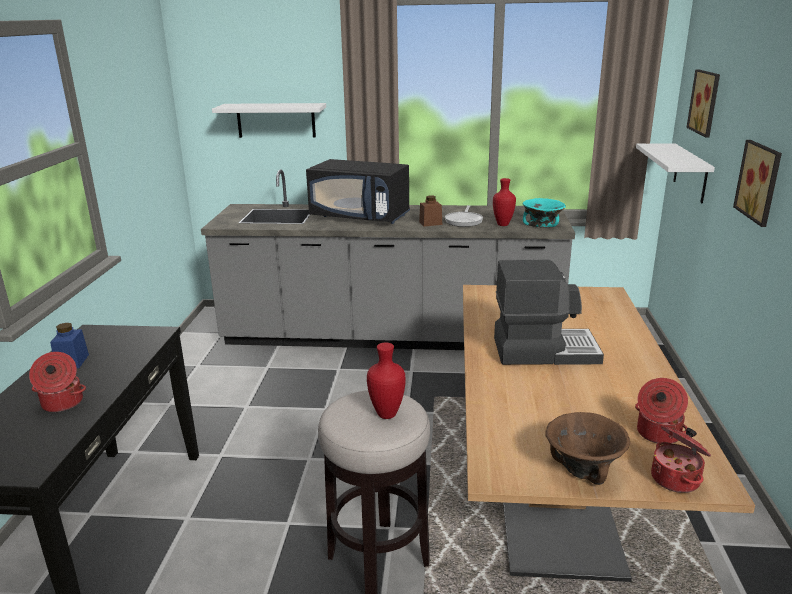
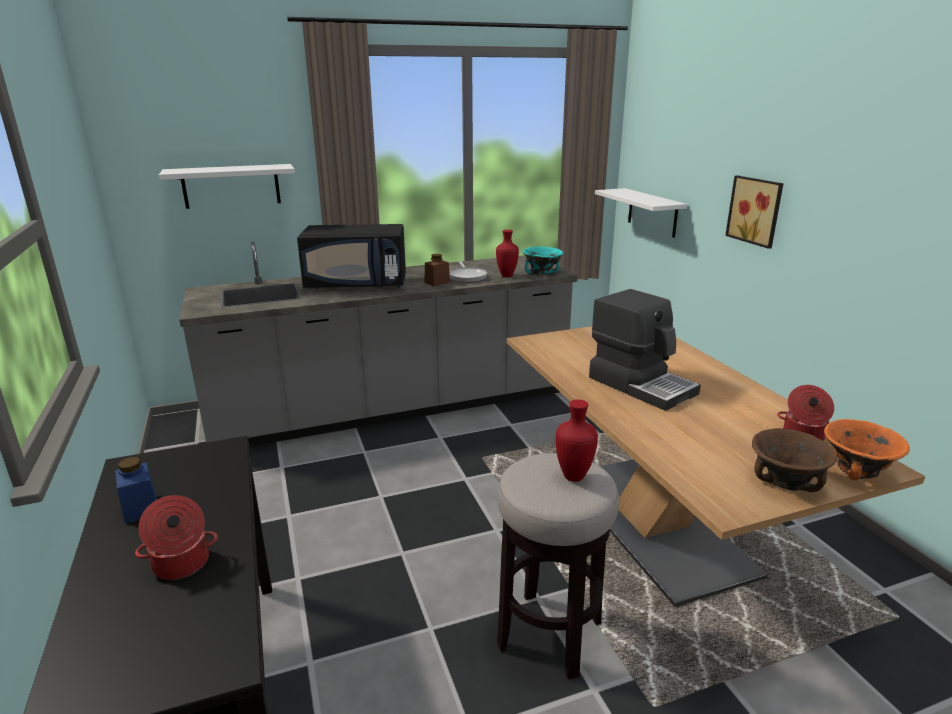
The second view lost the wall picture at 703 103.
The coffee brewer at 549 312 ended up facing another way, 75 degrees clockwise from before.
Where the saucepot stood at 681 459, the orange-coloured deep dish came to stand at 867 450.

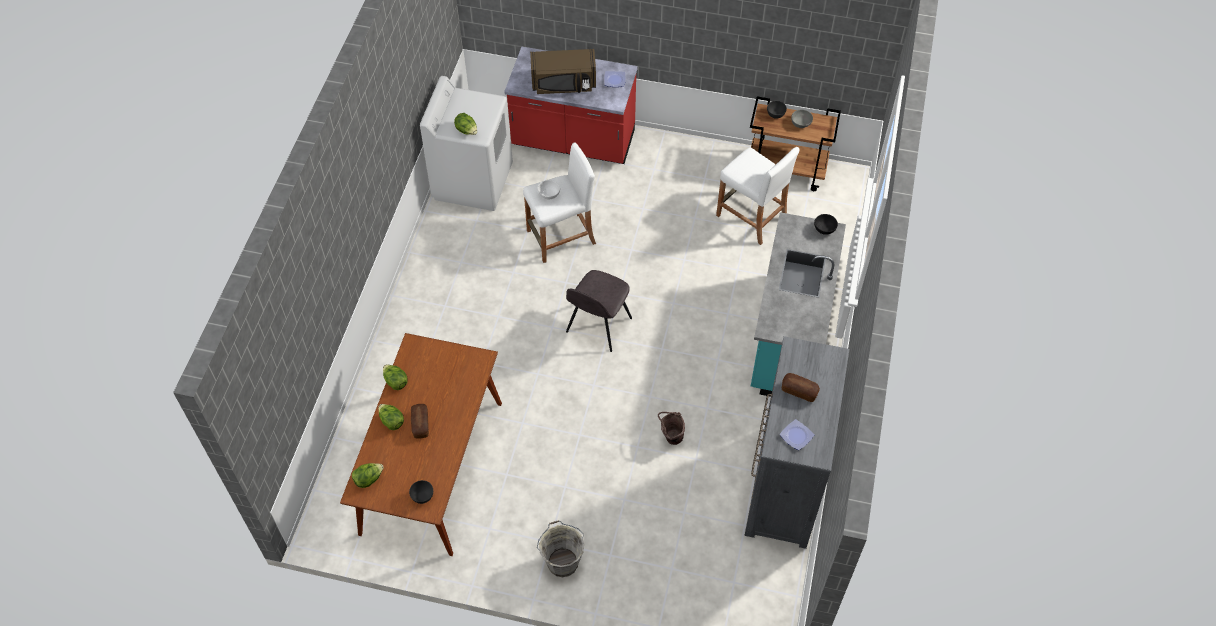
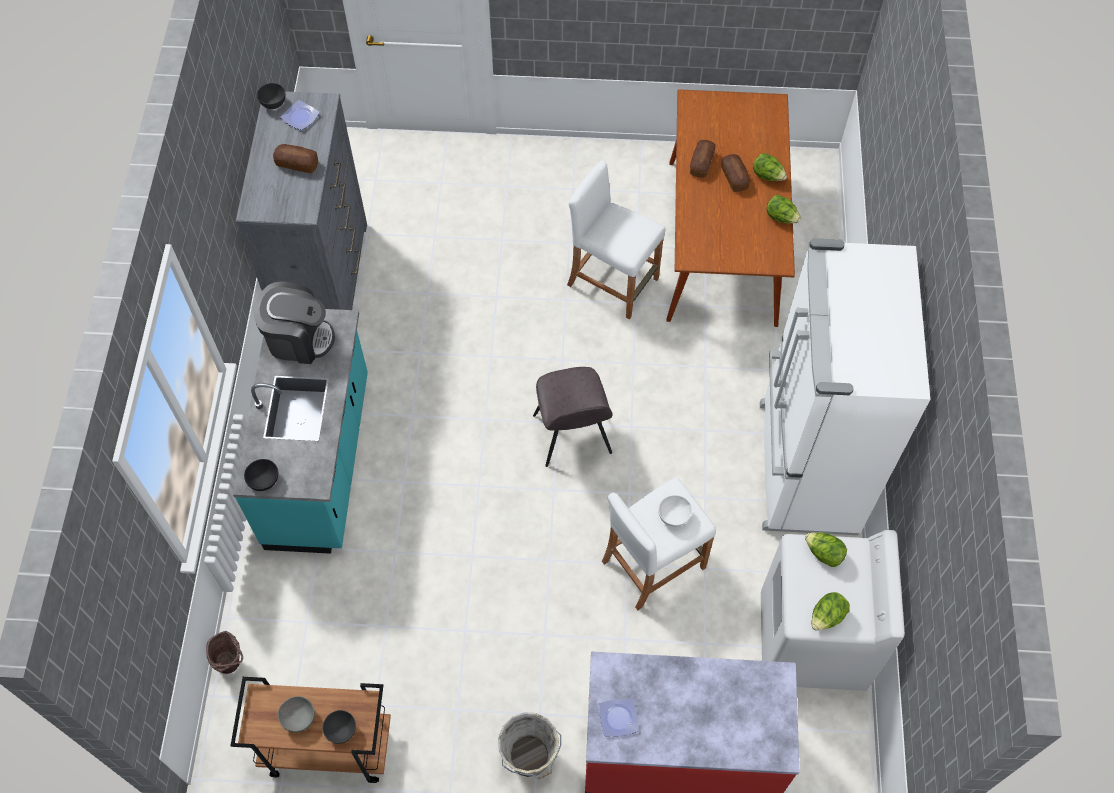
The second view lost the brown-coloured microwave at 563 71.
The white-coloured stool ended up elsewhere, having gone from 758 196 to 616 240.
The grey chair at 599 311 ended up facing another way, 150 degrees clockwise from before.
The brown-coloured water bucket ended up elsewhere, having gone from 671 428 to 224 652.
The lettuce ended up elsewhere, having gone from 368 475 to 830 611.
The grey deep dish ended up elsewhere, having gone from 421 492 to 271 96.
The grey water bucket ended up elsewhere, having gone from 560 548 to 529 746.
The second view gained the bakery bread at 703 159.
The second view gained the white-coloured kitchen fridge at 845 386.
The second view gained the coffee brewer at 294 322.

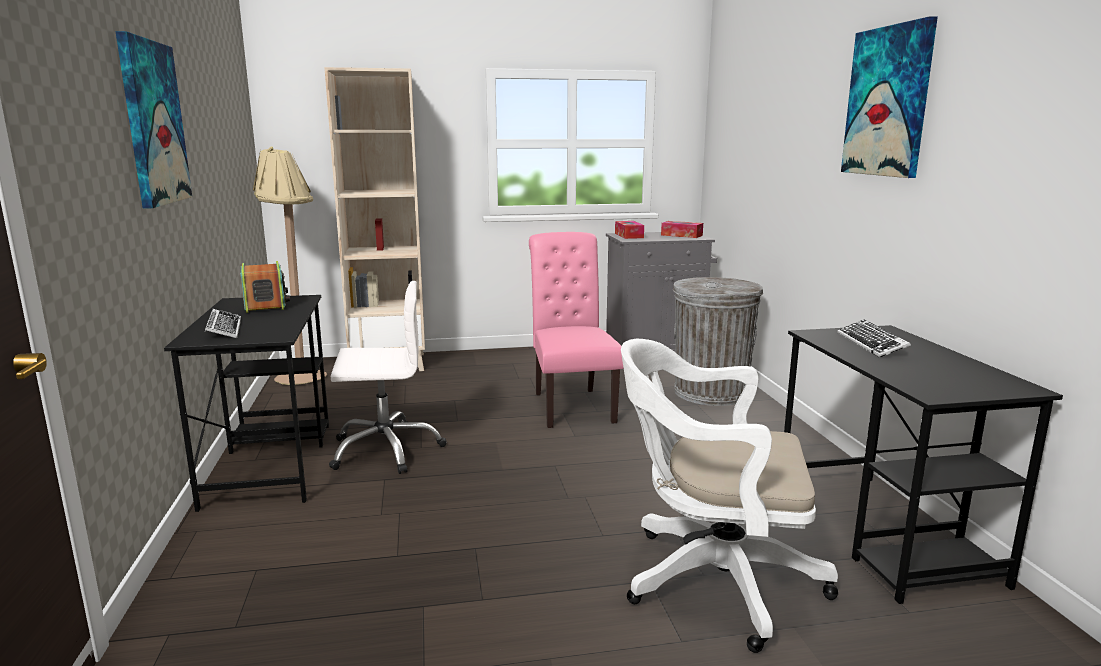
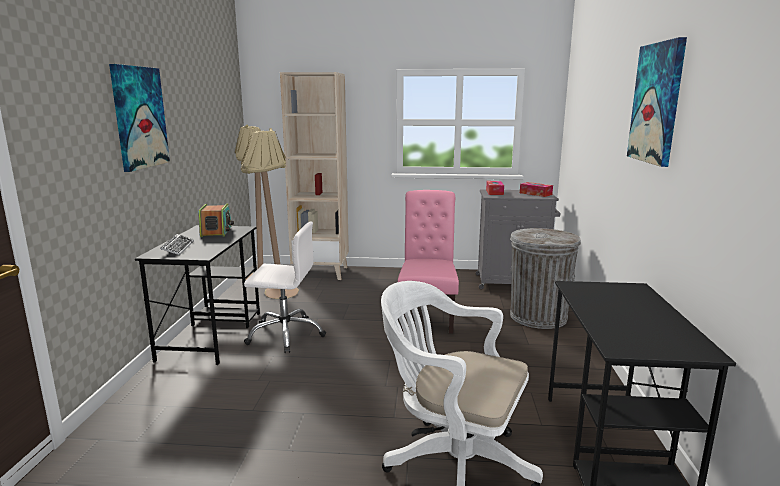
The second view lost the computer keyboard at 874 339.
The second view gained the sand-coloured floor lamp at 270 213.

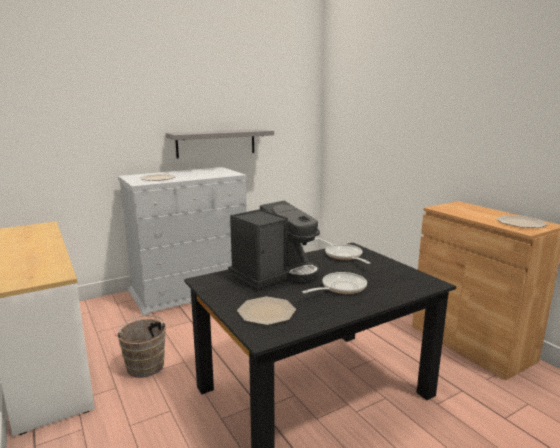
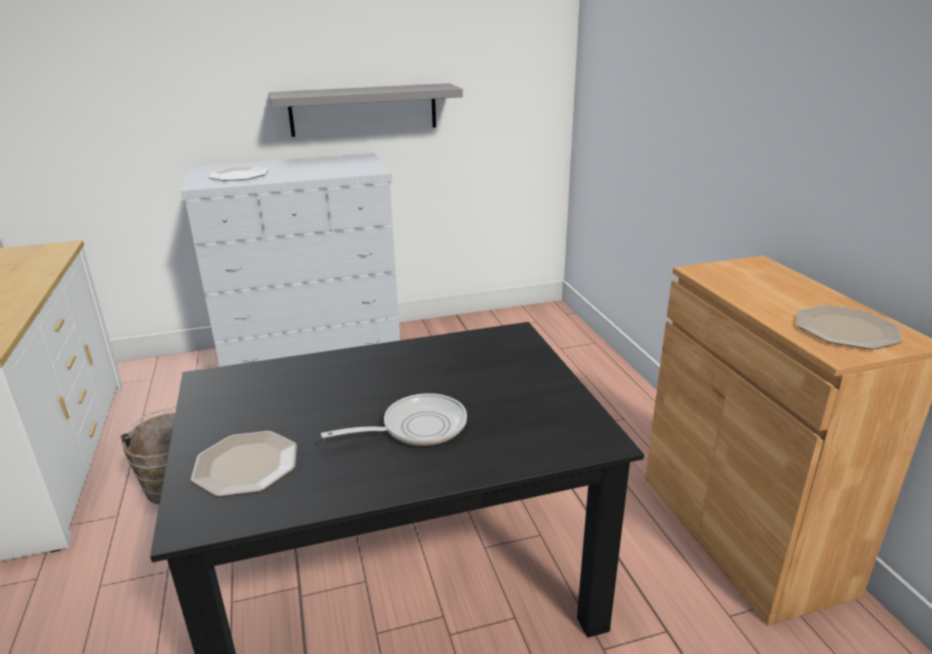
The second view lost the coffee brewer at 274 245.
The second view lost the frying pan at 347 254.

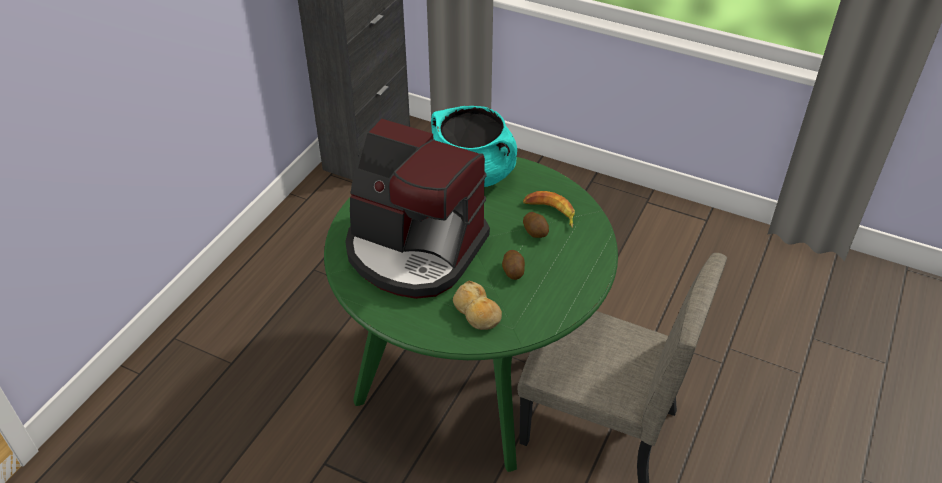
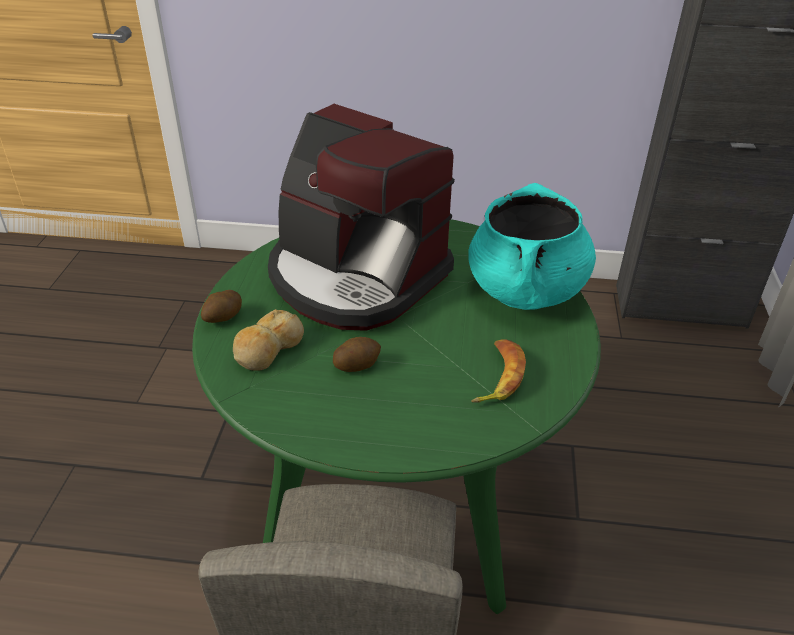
The coffee brewer at 417 209 ended up facing another way, 60 degrees counterclockwise from before.
The potato ended up elsewhere, having gone from 536 225 to 221 306.

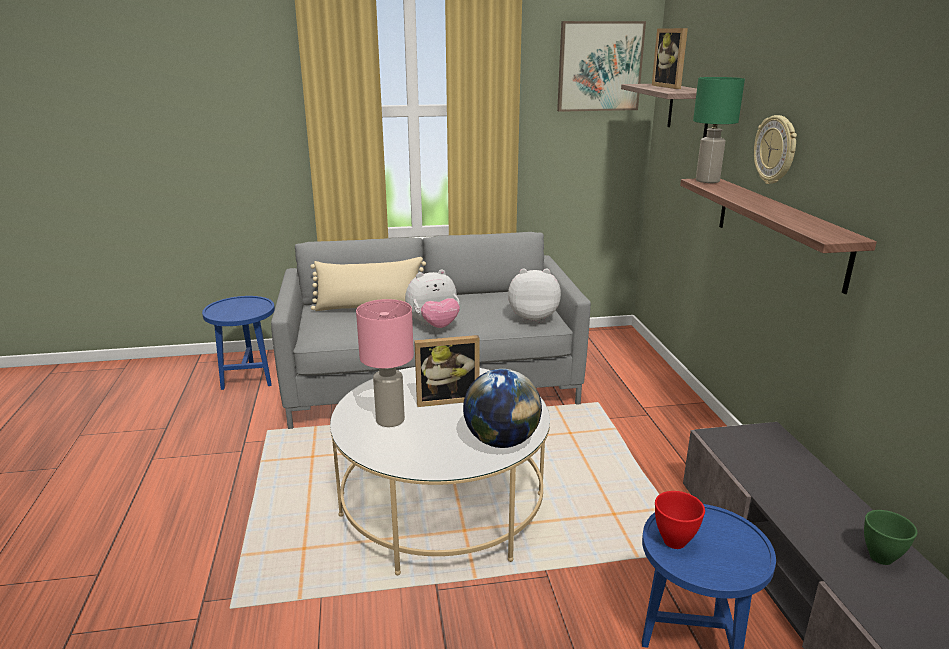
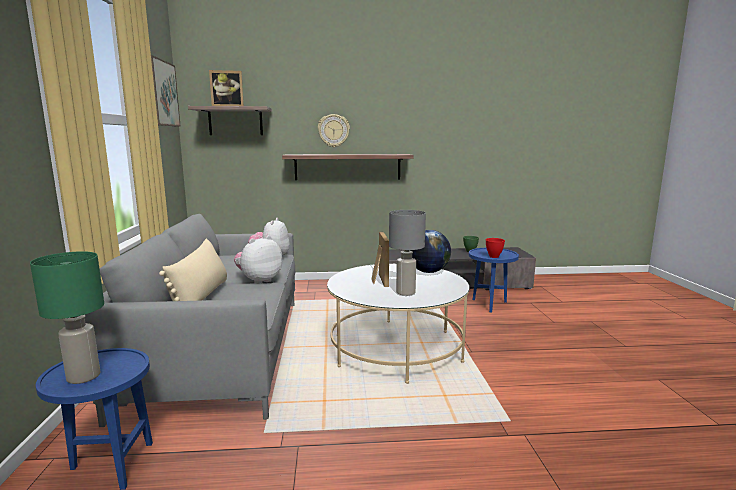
The greenish table lamp ended up elsewhere, having gone from 719 130 to 67 317.
The plush toy at 432 298 ended up facing another way, 120 degrees counterclockwise from before.
What was the pink-coloured table lamp at 385 363 turned into the grey table lamp at 407 253.

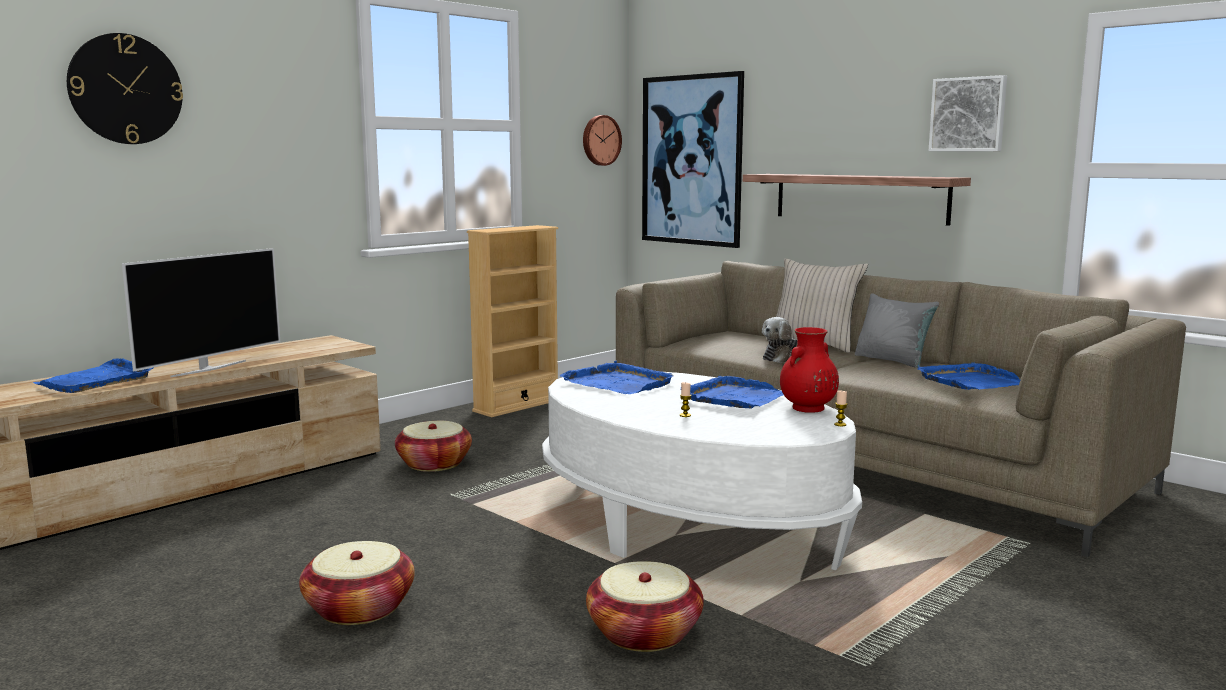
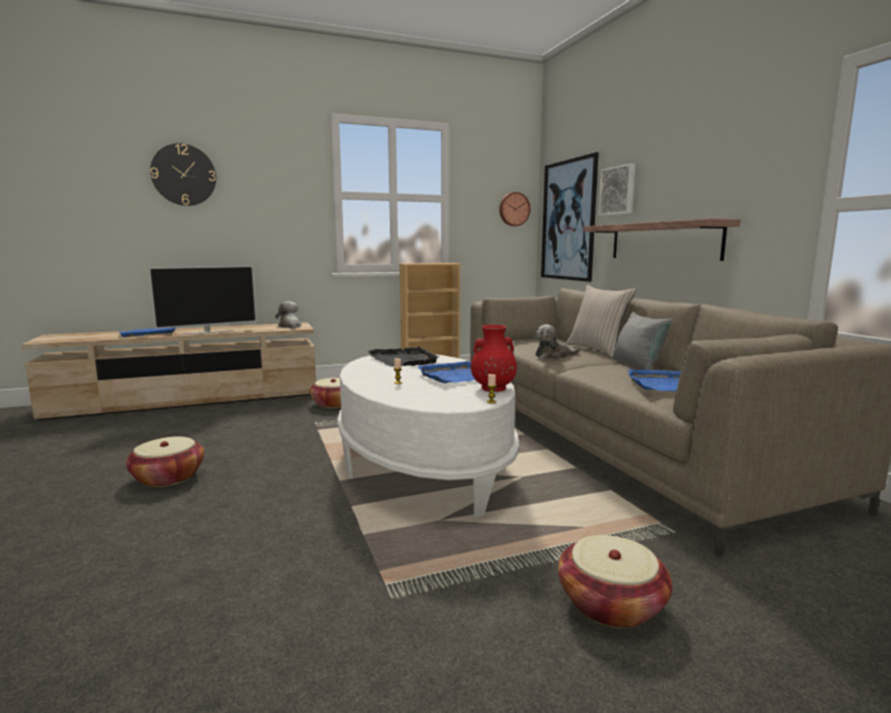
The wall picture ended up elsewhere, having gone from 968 113 to 616 189.
What was the bluish tray at 616 377 turned into the black tray at 403 356.
The household basket ended up elsewhere, having gone from 645 606 to 615 581.
The second view gained the plush toy at 289 314.

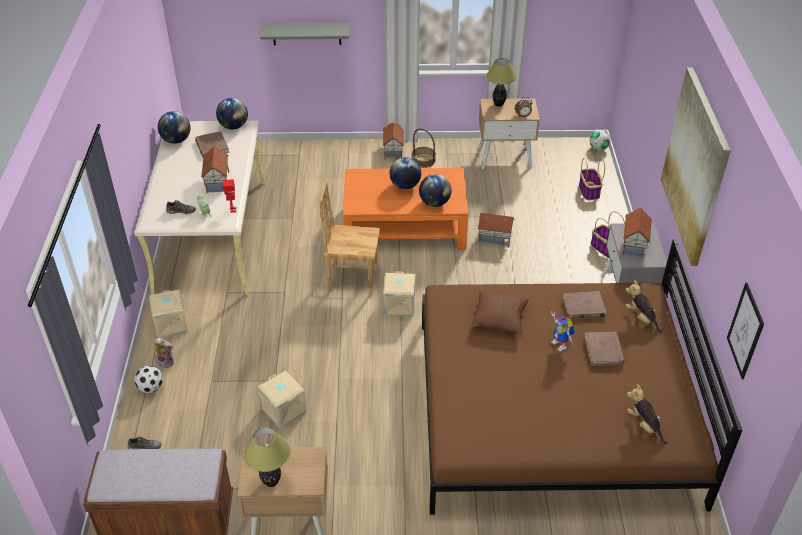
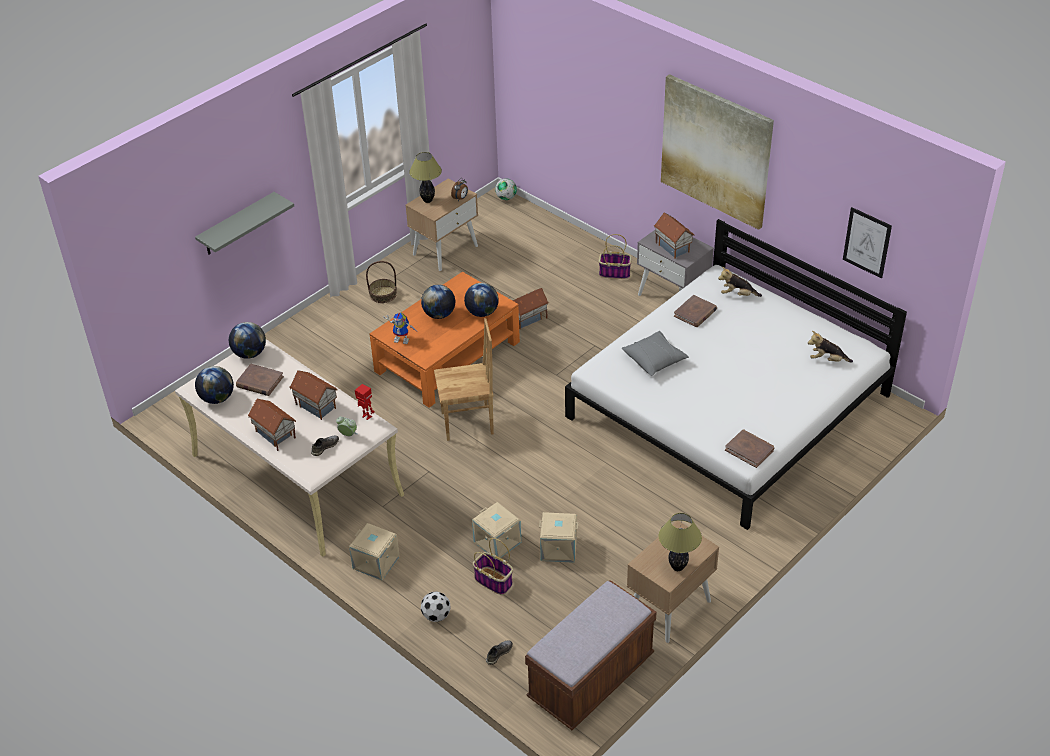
The model house ended up elsewhere, having gone from 393 141 to 272 425.
The household basket ended up elsewhere, having gone from 592 178 to 493 566.
The brown-coloured chair at 350 238 ended up facing another way, 150 degrees counterclockwise from before.
What was the brown-coloured bedroom bed at 582 377 turned into the white-coloured bedroom bed at 736 374.
The sand-coloured storage container ended up elsewhere, having gone from 399 294 to 496 530.
What was the brown-coloured throw pillow at 500 312 turned into the grey throw pillow at 655 353.
The model robot ended up elsewhere, having gone from 563 331 to 399 328.
The brown-coloured bound book ended up elsewhere, having gone from 604 349 to 749 448.
The second view lost the plush toy at 163 353.

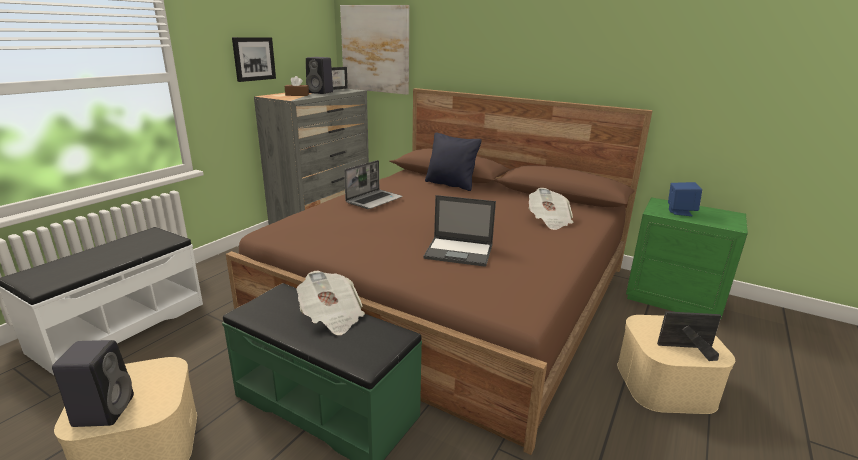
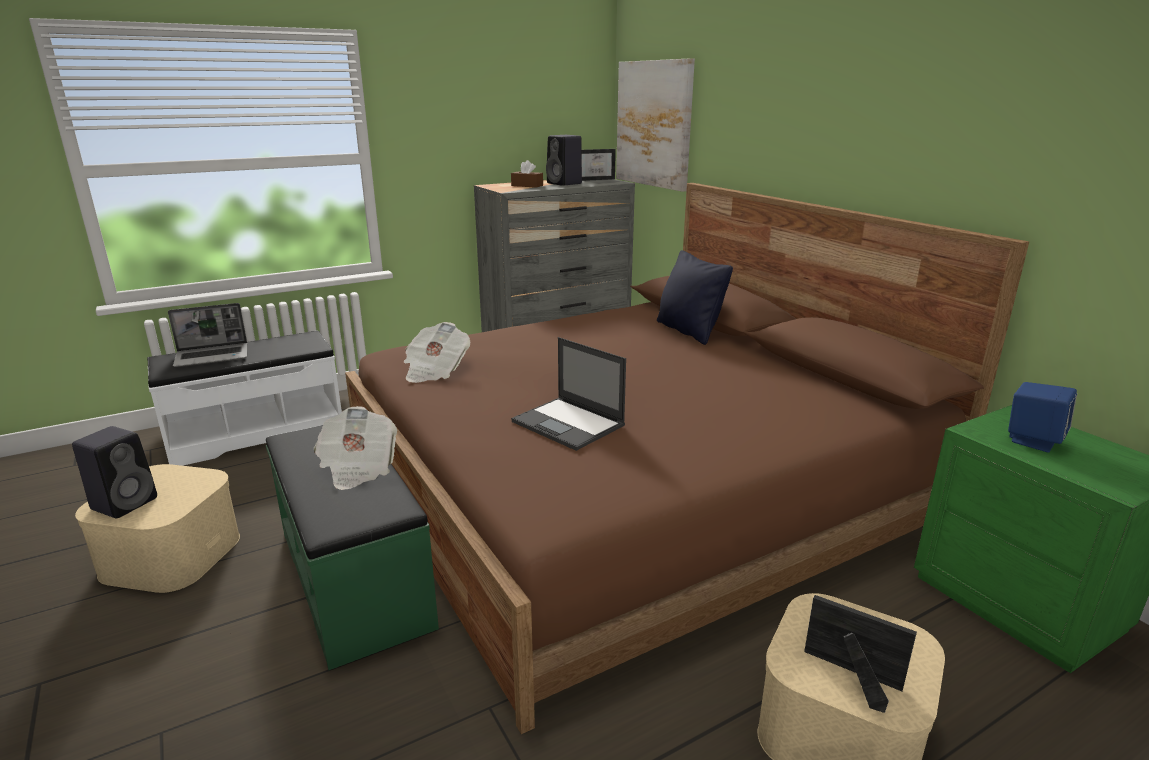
The second view lost the wall picture at 254 59.
The laptop ended up elsewhere, having gone from 373 184 to 208 335.
The newspaper ended up elsewhere, having gone from 551 209 to 437 352.

